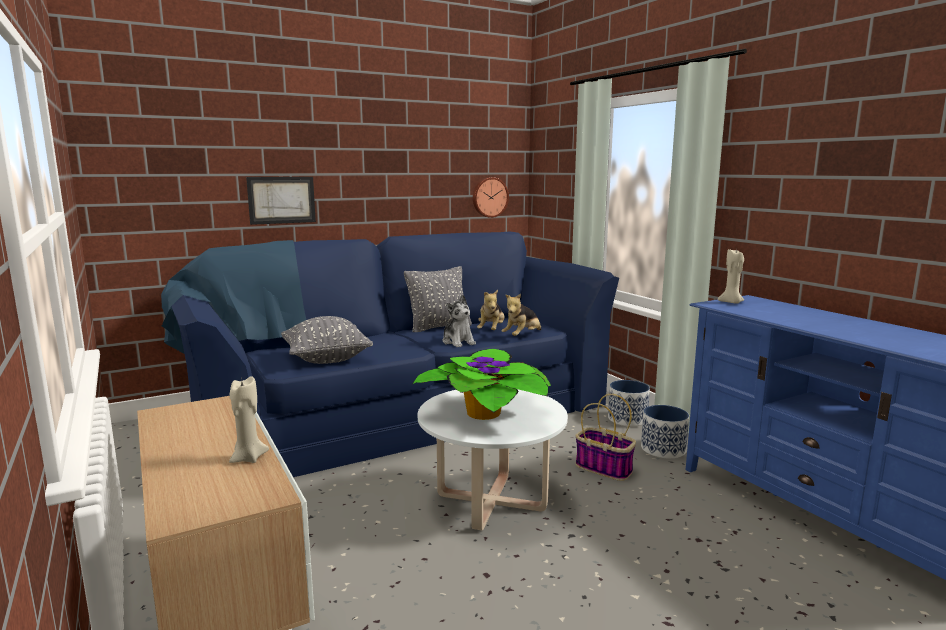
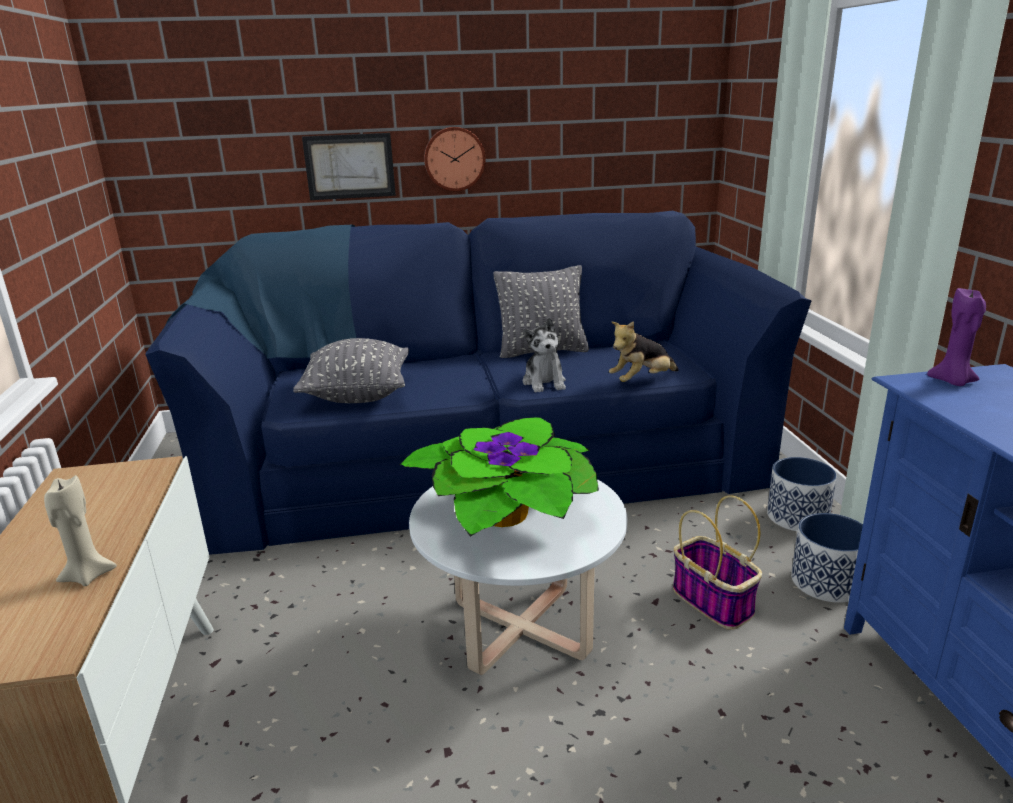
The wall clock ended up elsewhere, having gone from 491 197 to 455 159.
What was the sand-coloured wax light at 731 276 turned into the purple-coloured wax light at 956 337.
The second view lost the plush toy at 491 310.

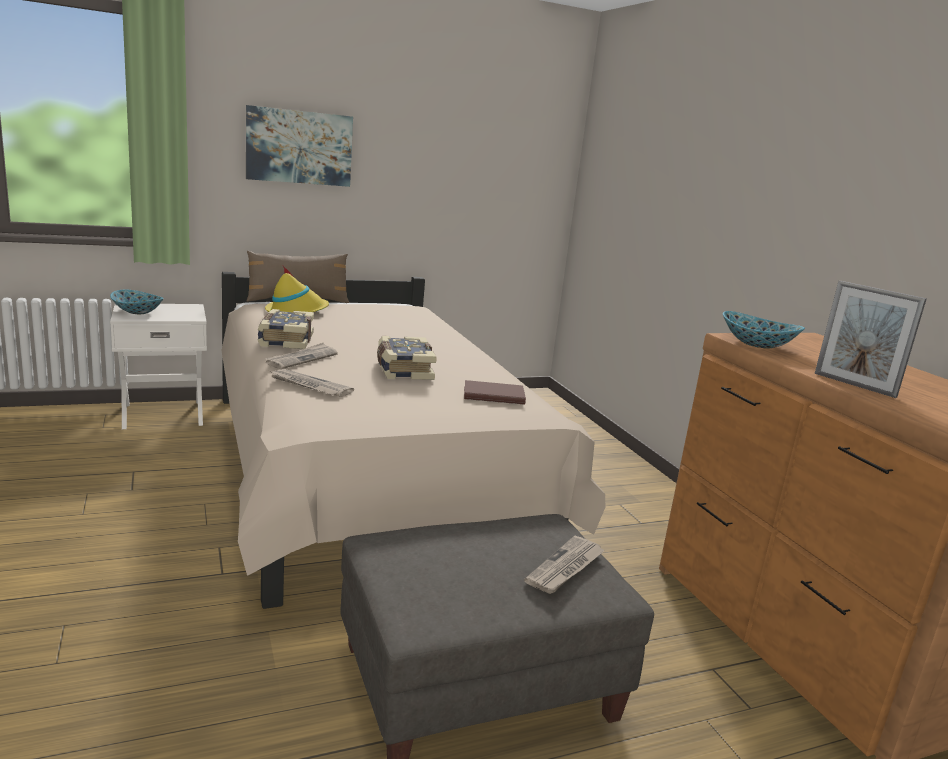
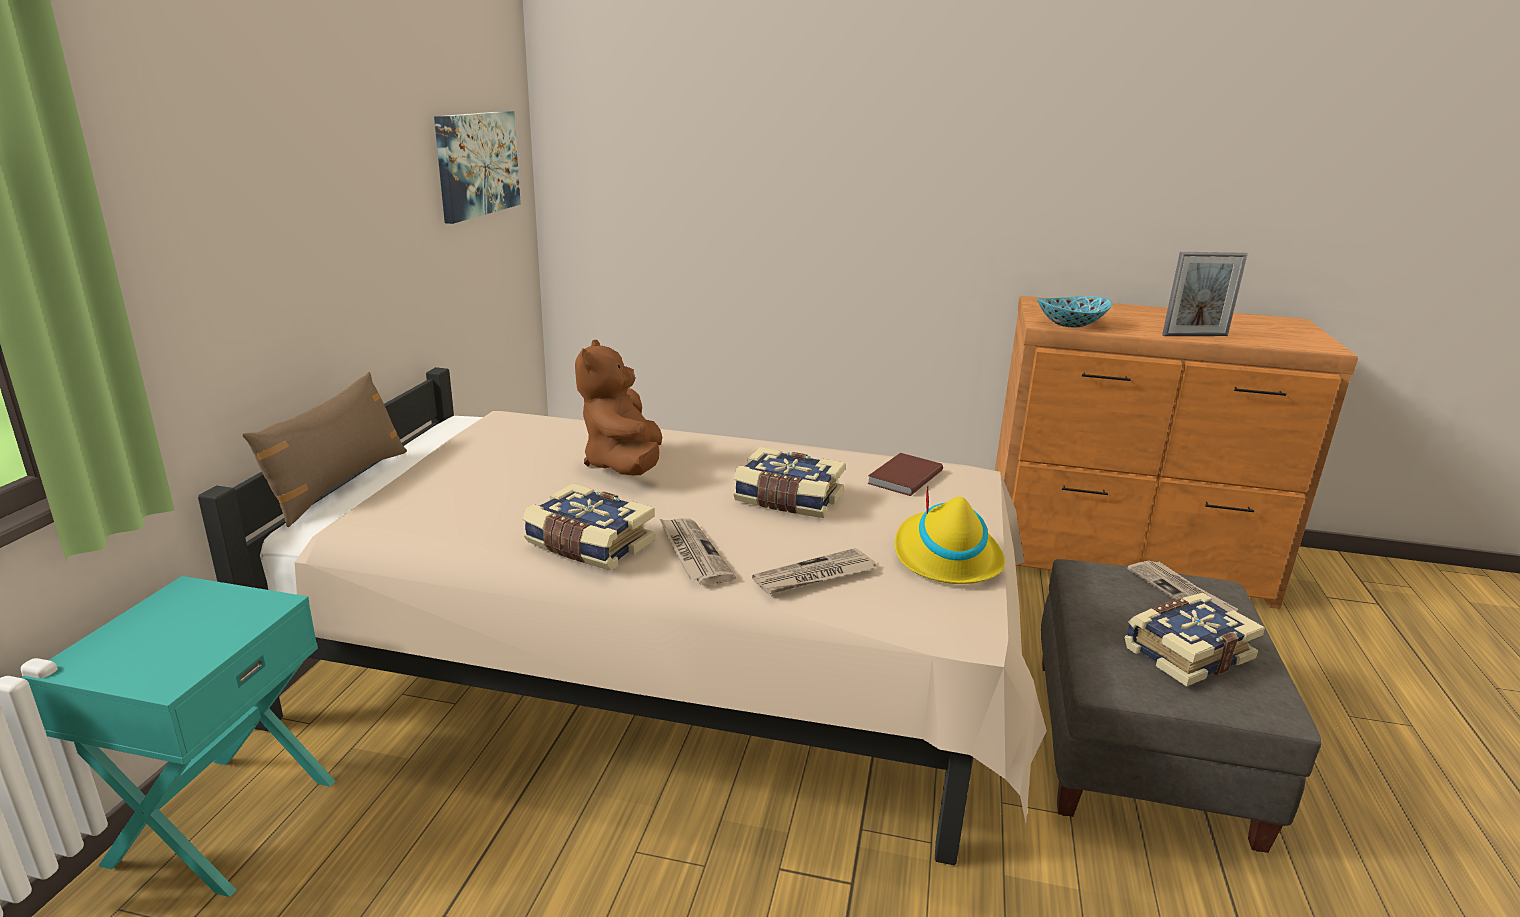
The wall picture ended up elsewhere, having gone from 299 146 to 477 167.
The yellowish clothing hat ended up elsewhere, having gone from 297 289 to 950 535.
The second view lost the deep dish at 137 302.
What was the white-coloured bedside table at 158 366 turned into the turquoise bedside table at 178 736.
The second view gained the brown-coloured plush toy at 618 407.
The second view gained the bound book at 1194 640.

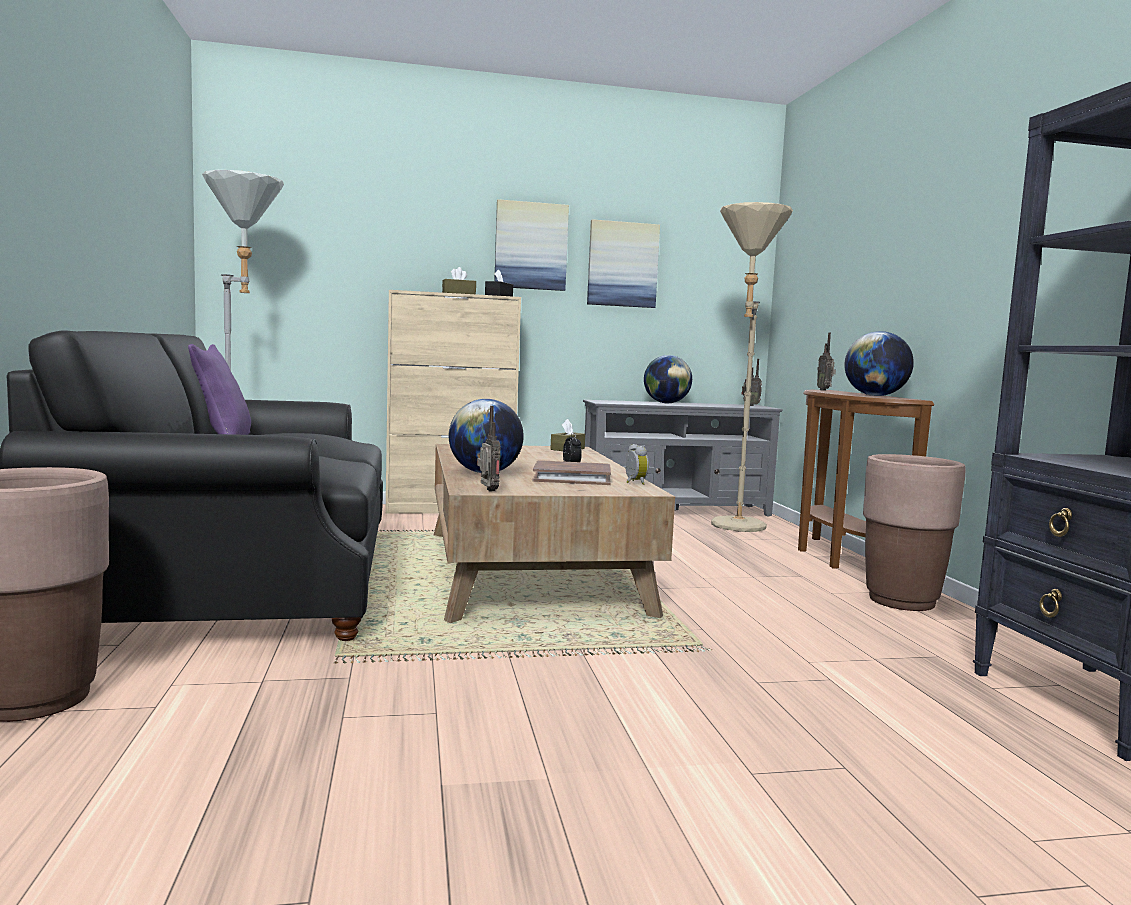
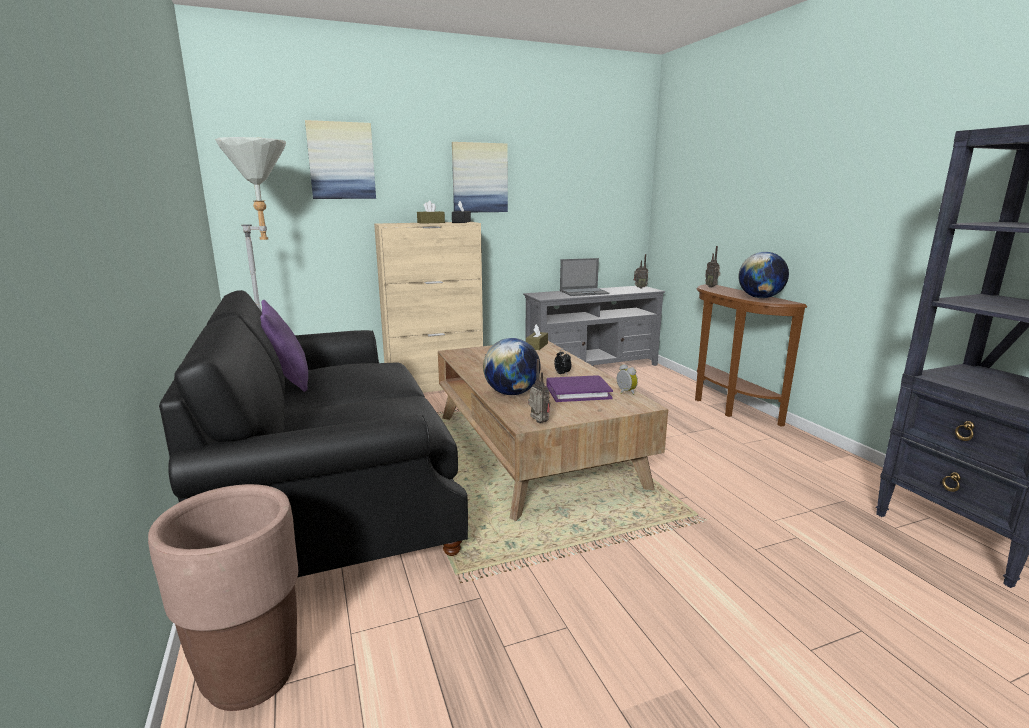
The second view lost the sand-coloured floor lamp at 752 367.
The wall picture ended up elsewhere, having gone from 623 263 to 340 159.
Where the desk globe stood at 668 379, the laptop came to stand at 584 277.
The second view lost the brown-coloured plant pot at 914 532.
What was the brown-coloured bound book at 572 472 turned into the purple-coloured bound book at 579 388.

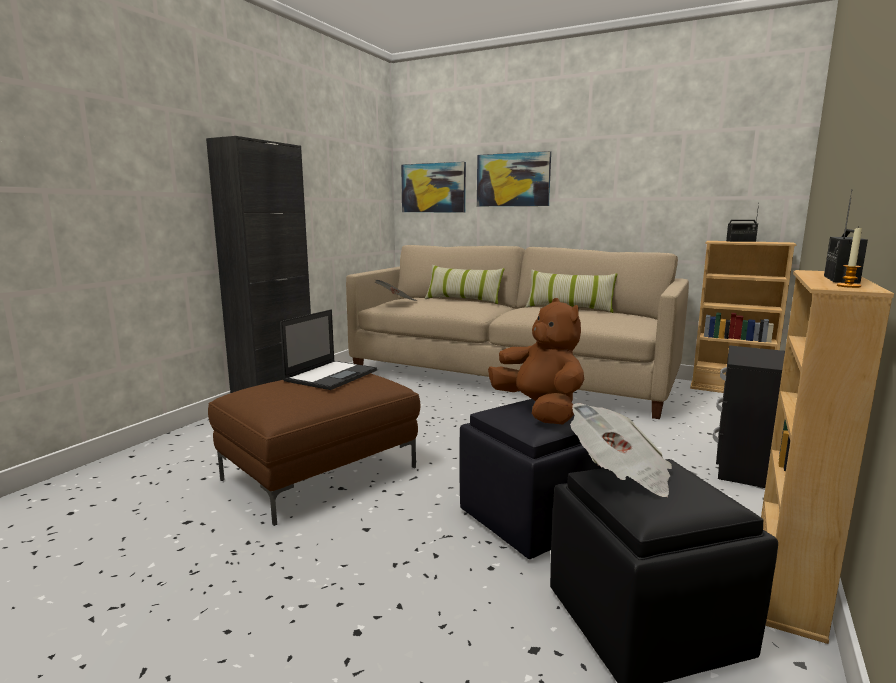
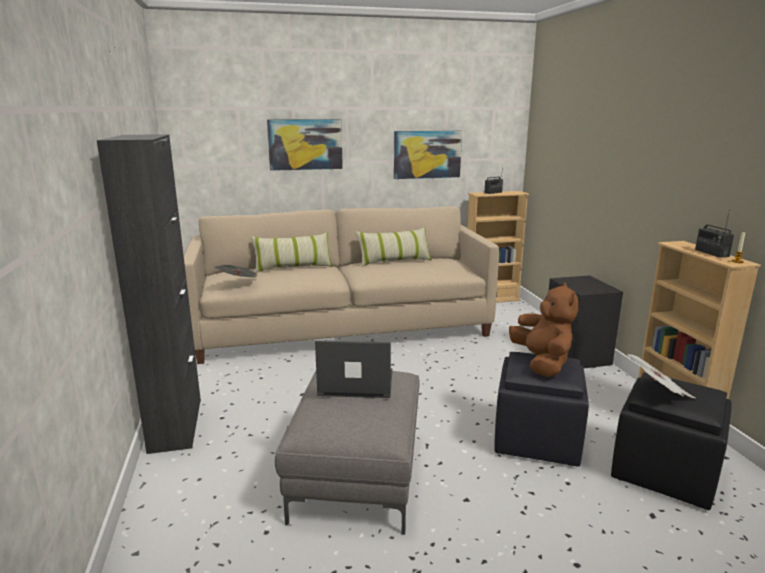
The wall picture ended up elsewhere, having gone from 433 187 to 428 154.
The brown-coloured plush toy at 536 361 ended up facing another way, 60 degrees clockwise from before.
The laptop at 328 349 ended up facing another way, 75 degrees counterclockwise from before.
What was the brown-coloured footrest at 314 449 turned into the grey footrest at 347 453.

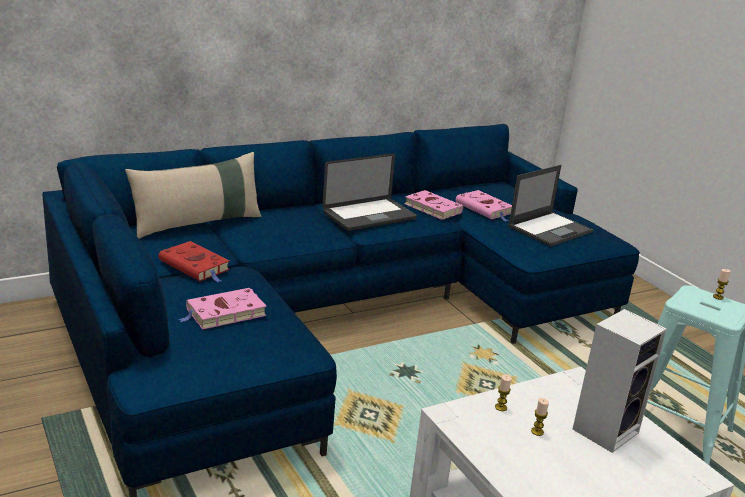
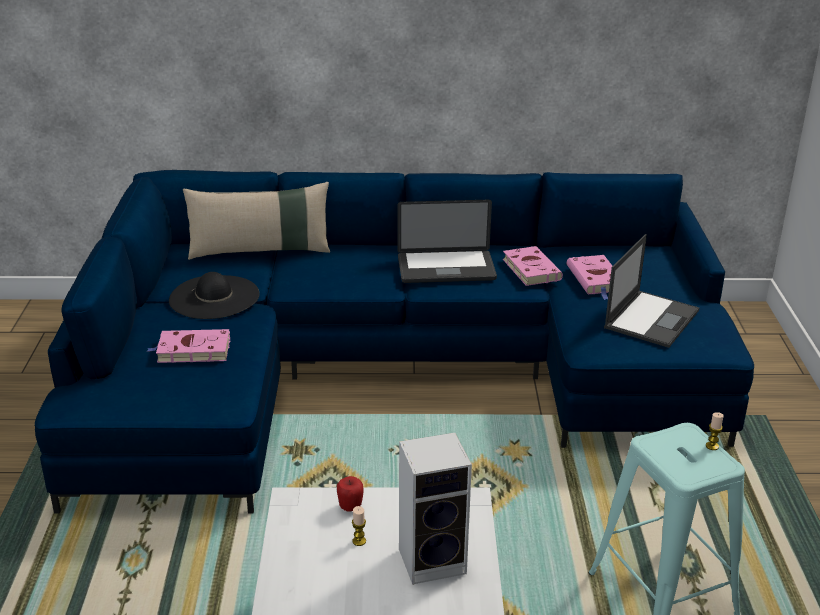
The laptop at 550 206 ended up facing another way, 45 degrees counterclockwise from before.
Where the red-coloured bound book stood at 194 261, the black clothing hat came to stand at 214 295.
Where the wax light stood at 503 392, the apple came to stand at 350 494.

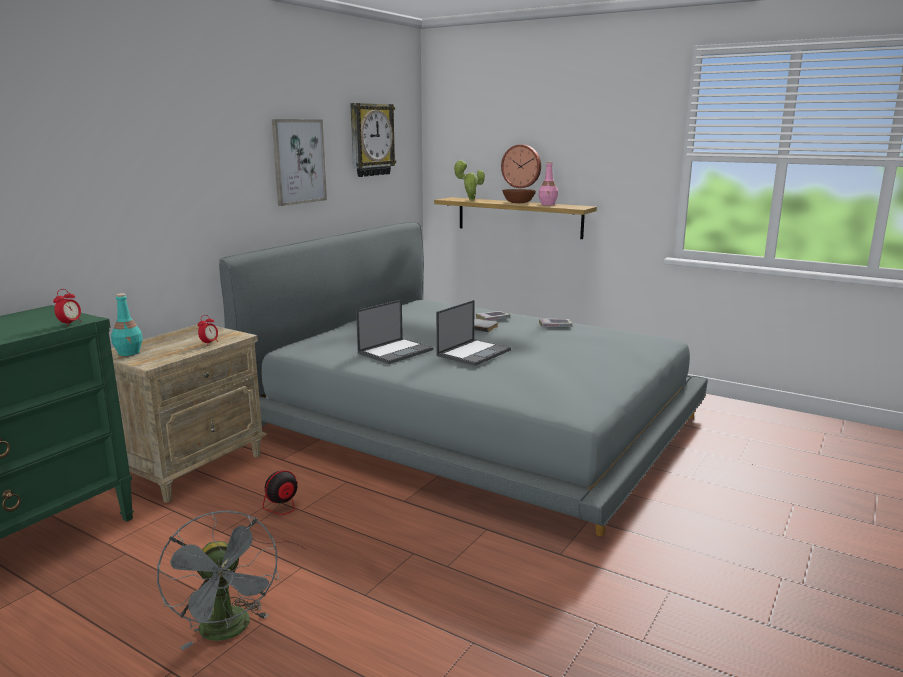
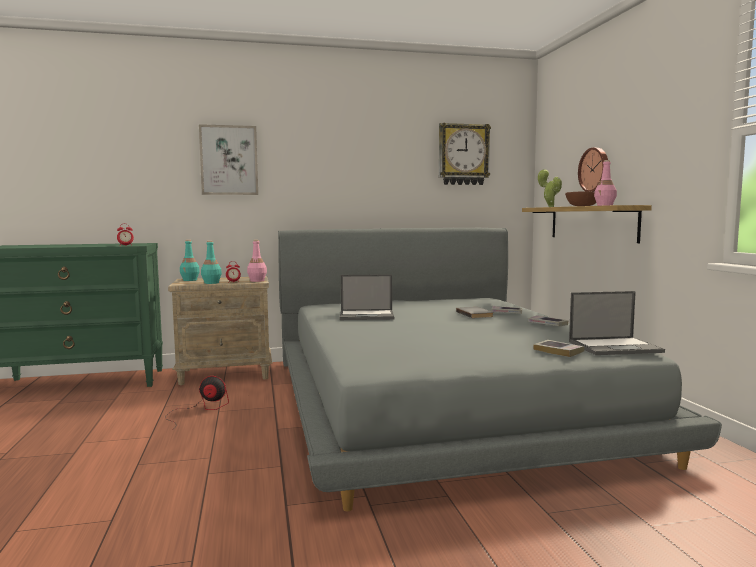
The wall picture ended up elsewhere, having gone from 299 162 to 228 159.
The laptop ended up elsewhere, having gone from 473 333 to 617 323.
The second view lost the grey fan at 218 580.
The second view gained the pink-coloured bottle at 257 261.
The second view gained the turquoise bottle at 211 262.
The second view gained the bound book at 559 348.

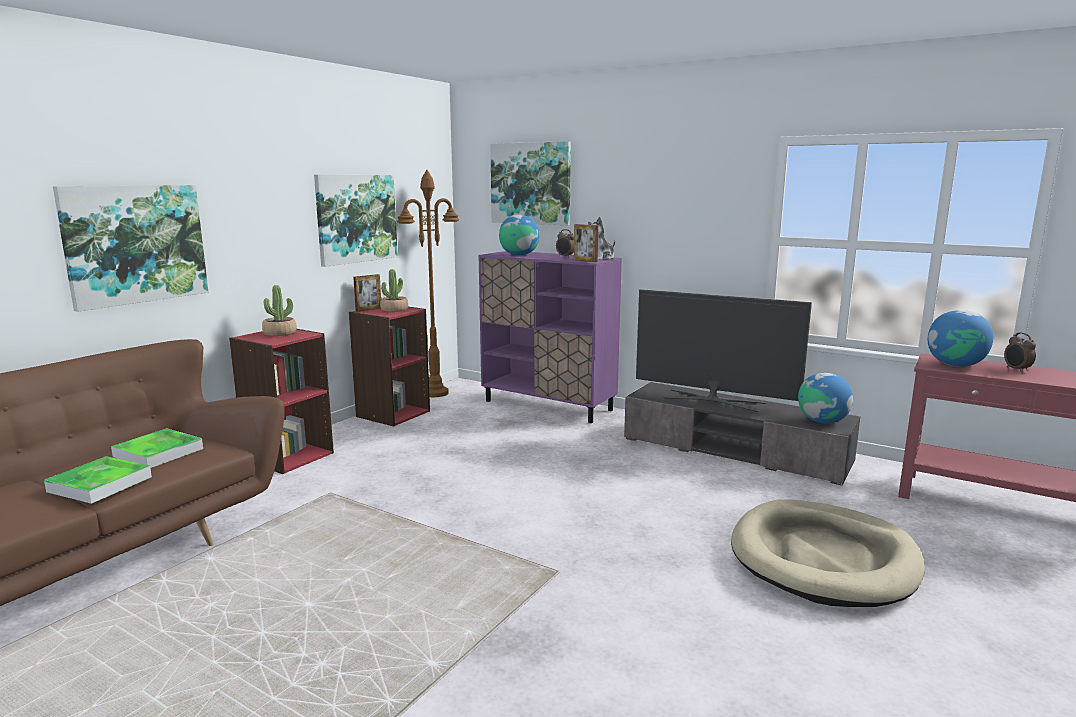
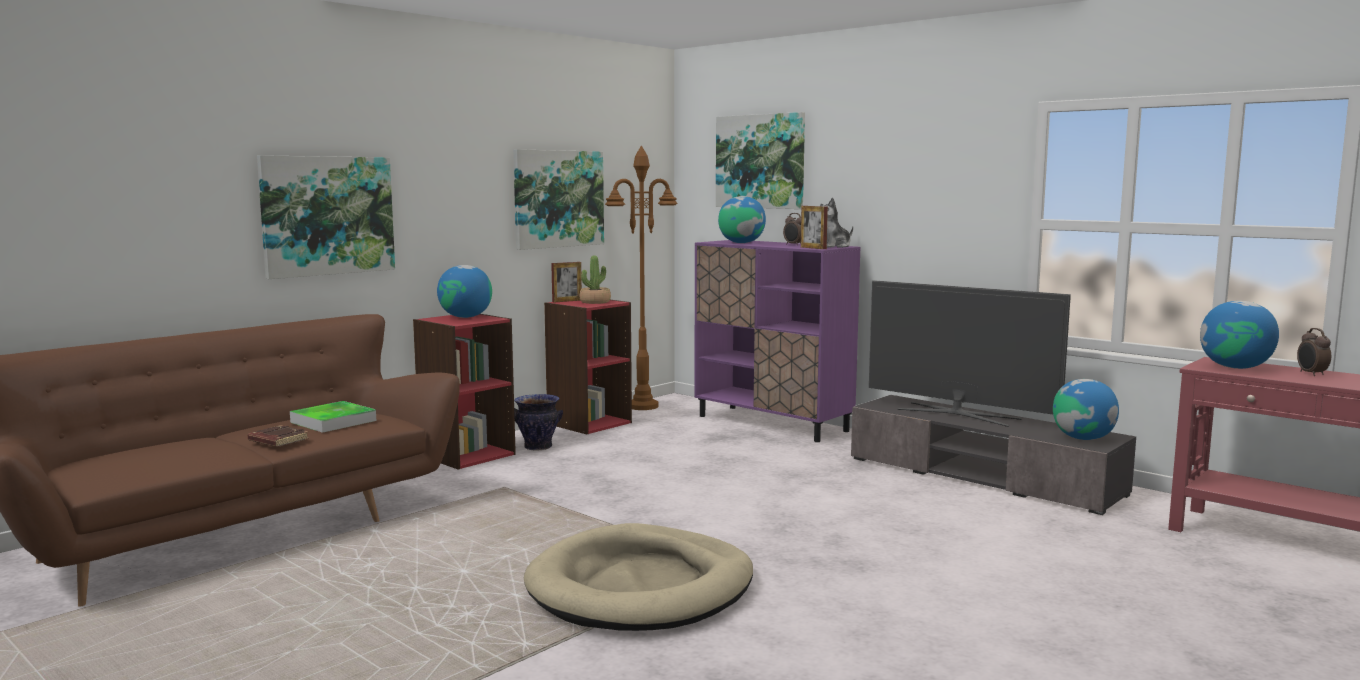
Where the plant in a pot stood at 279 310, the desk globe came to stand at 464 291.
Where the tray stood at 98 480, the brown-coloured bound book came to stand at 278 436.
The sand-coloured dog bed ended up elsewhere, having gone from 828 553 to 638 577.
The second view gained the vase at 538 422.

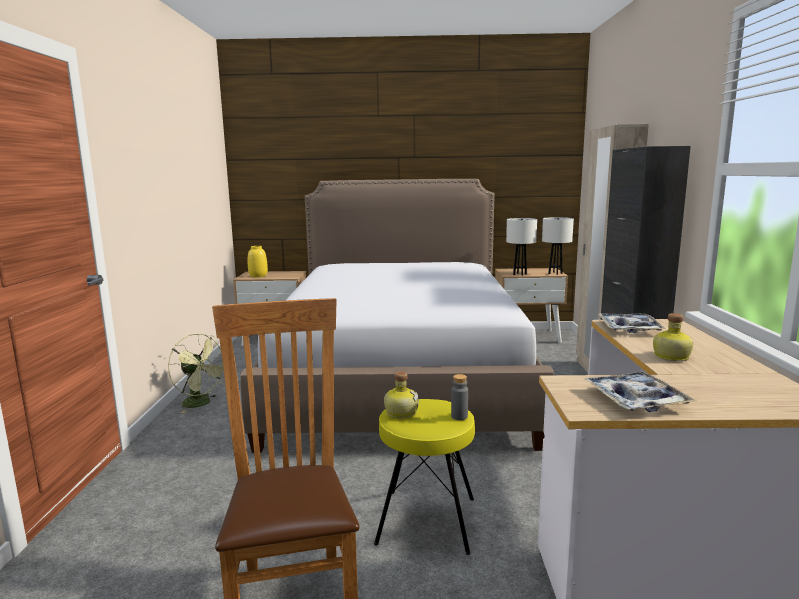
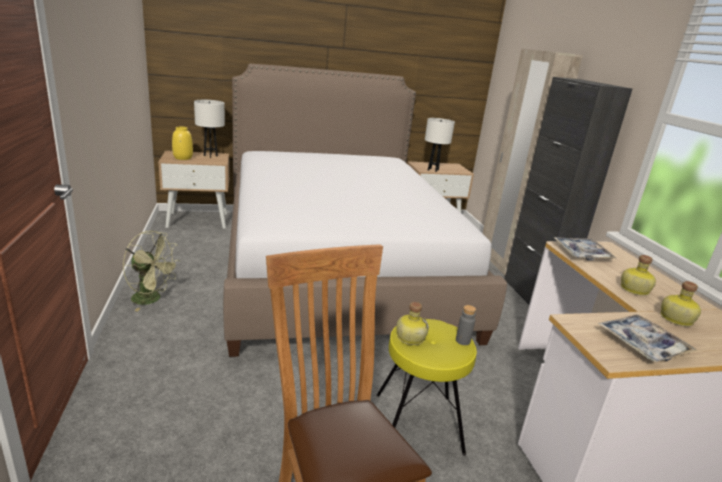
The white-coloured table lamp ended up elsewhere, having gone from 558 246 to 209 129.
The second view gained the bottle at 680 303.

